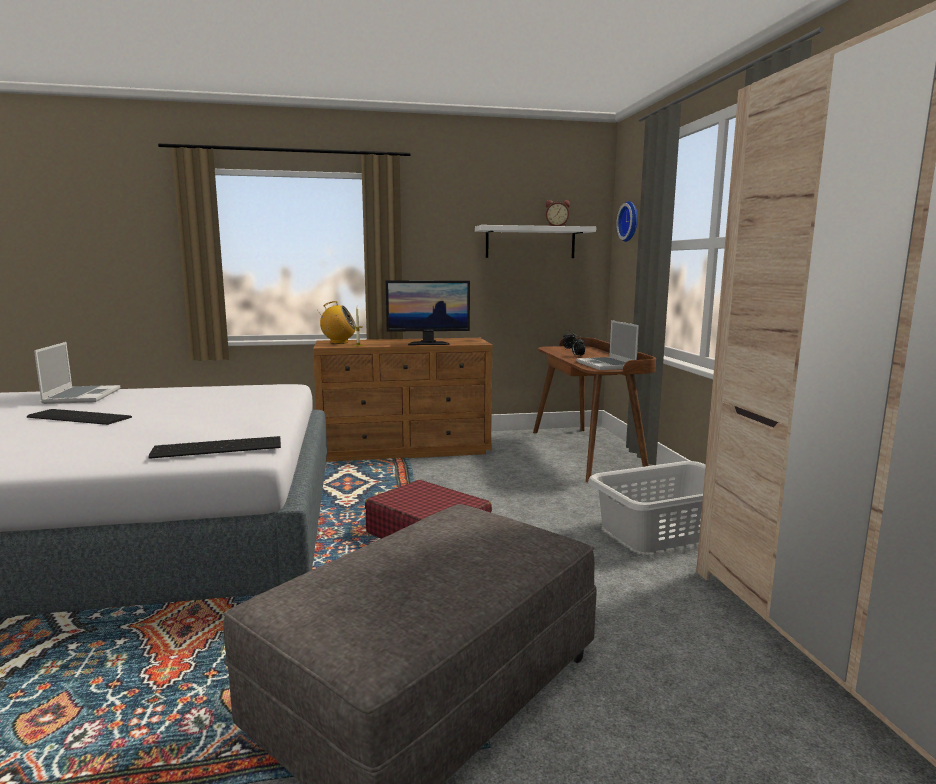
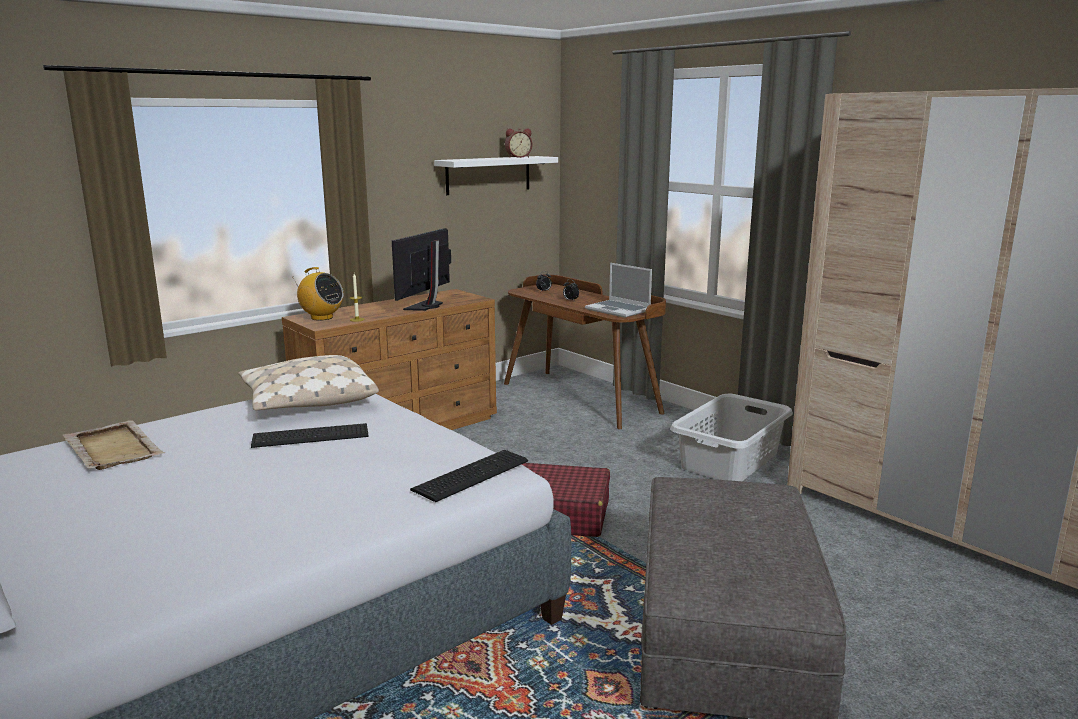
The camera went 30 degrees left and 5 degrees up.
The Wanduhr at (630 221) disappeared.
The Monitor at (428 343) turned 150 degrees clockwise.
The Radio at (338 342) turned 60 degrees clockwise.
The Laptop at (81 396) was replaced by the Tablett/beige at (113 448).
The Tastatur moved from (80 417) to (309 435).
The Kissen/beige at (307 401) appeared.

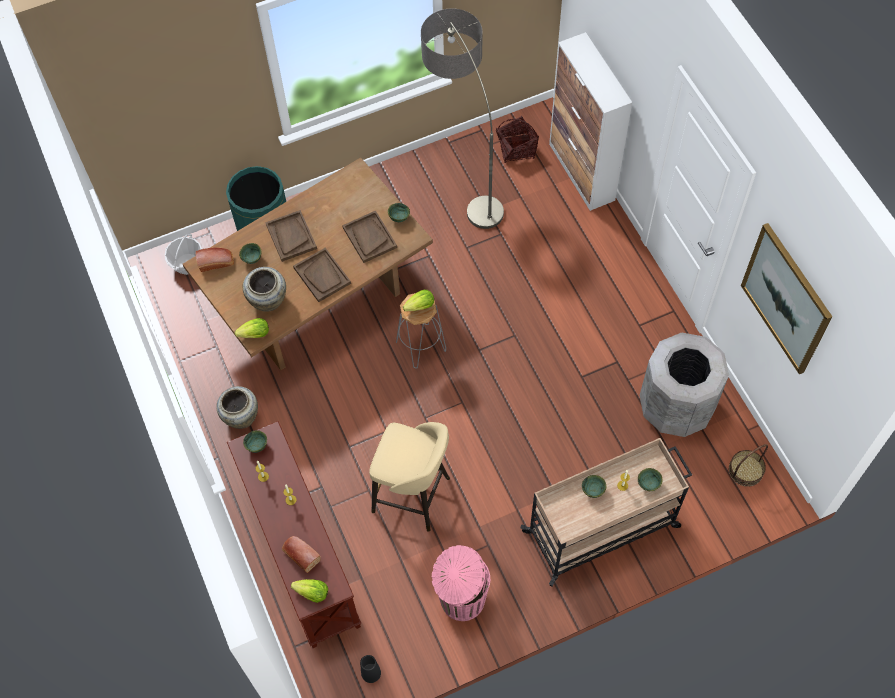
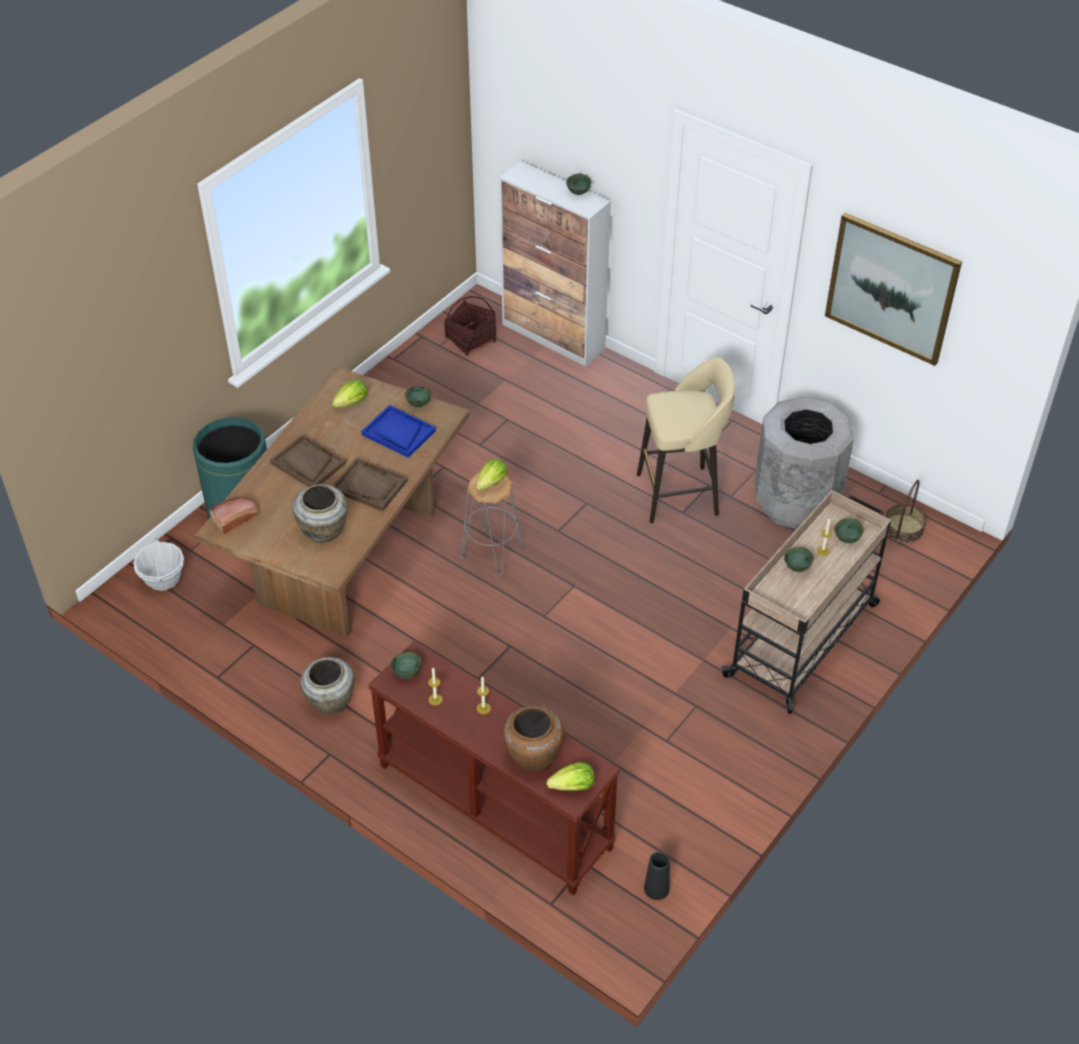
The camera went 30 degrees left and 15 degrees down.
The Stehlampe at (464 180) disappeared.
The Tablett/braun at (369 237) became the Tablett/blau at (398 433).
The Schüssel/grün moved from (252 259) to (579 193).
The Salatkopf moved from (255 334) to (351 403).
The Hocker/beige moved from (413 496) to (680 494).
The Brot at (300 555) was replaced by the Vase/braun at (533 756).
The Mülleimer/rosa at (461 599) disappeared.

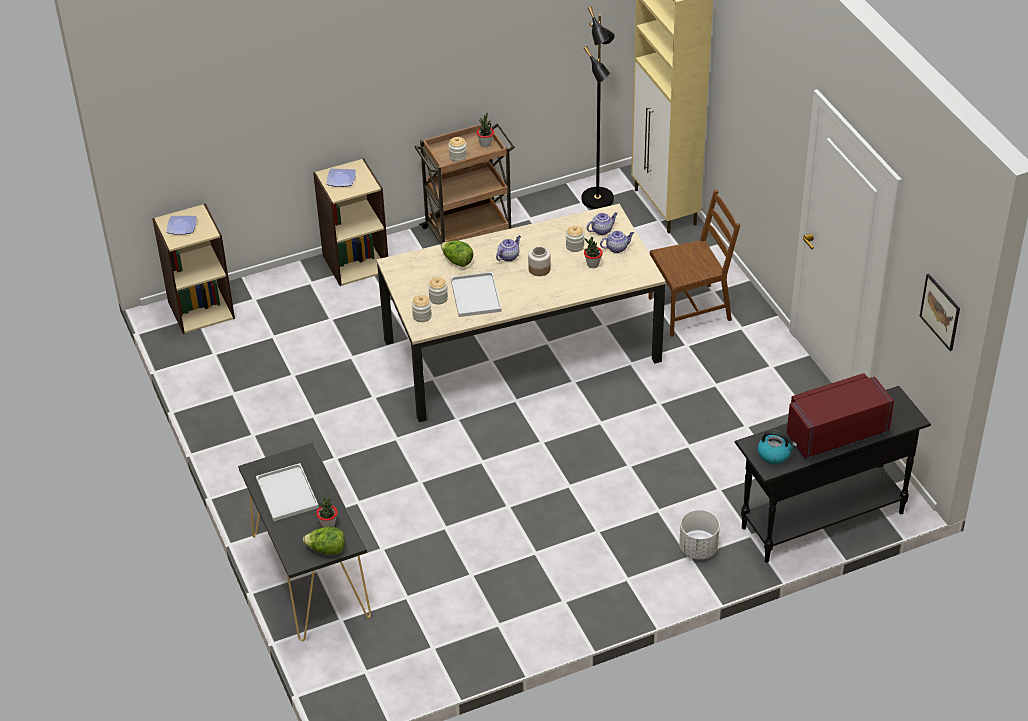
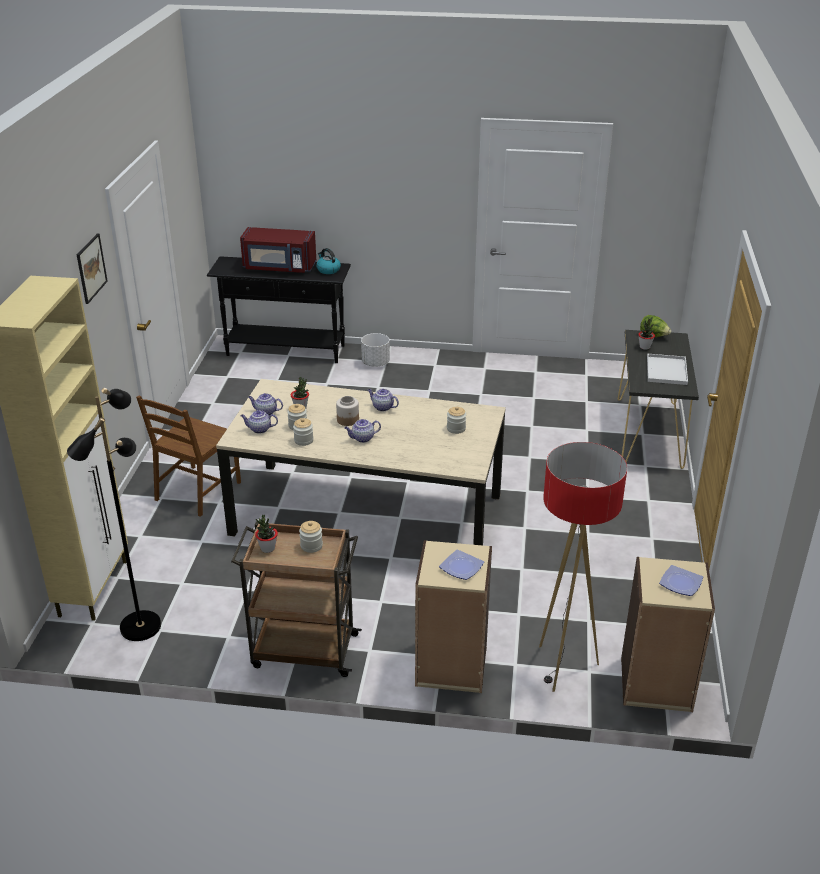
The camera went 150 degrees left and 10 degrees down.
The Stuhl/braun at (690 309) turned 75 degrees counterclockwise.
The Salatkopf at (457 261) disappeared.
The Tablett/weiß at (475 295) disappeared.
The Bild moved from (940 312) to (91 268).
The Vorratsglas moved from (422 316) to (303 440).
The Teekanne at (382 407) appeared.
The Stehlampe at (563 667) appeared.

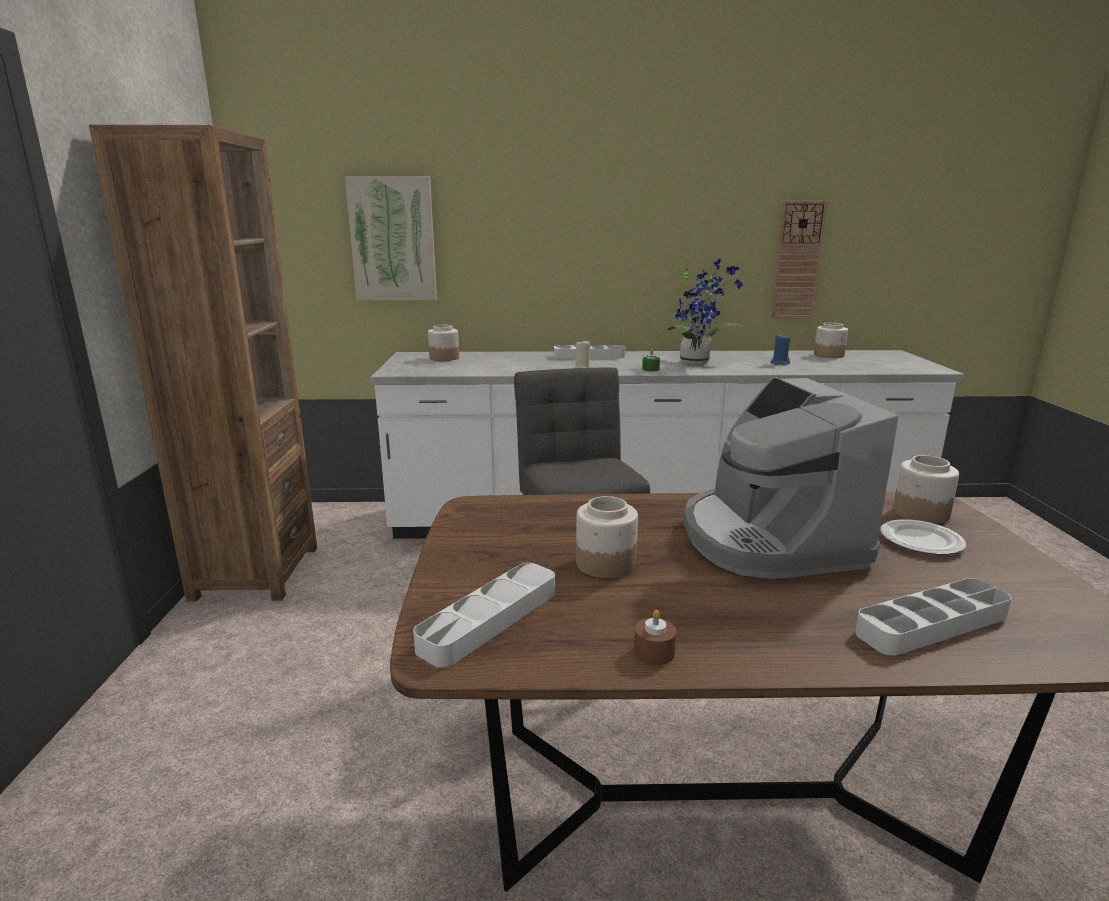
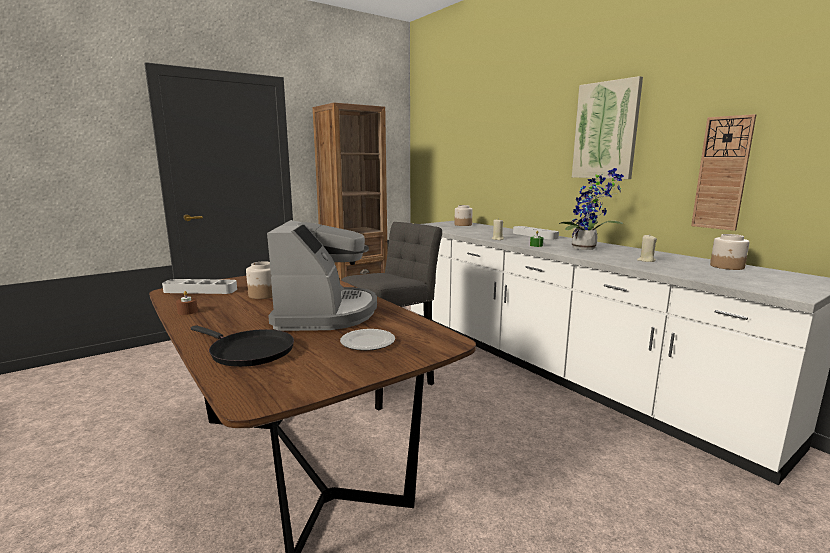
The camera went 55 degrees right and 5 degrees down.
The Bild moved from (393 239) to (606 131).
The Kerze/blau at (779 363) became the Kerze/beige at (646 260).
The Kaffeemaschine at (768 539) turned 135 degrees clockwise.
The Vorratsglas at (920 513) disappeared.
The Tablett/grau at (932 624) was replaced by the Pfanne/schwarz at (248 351).

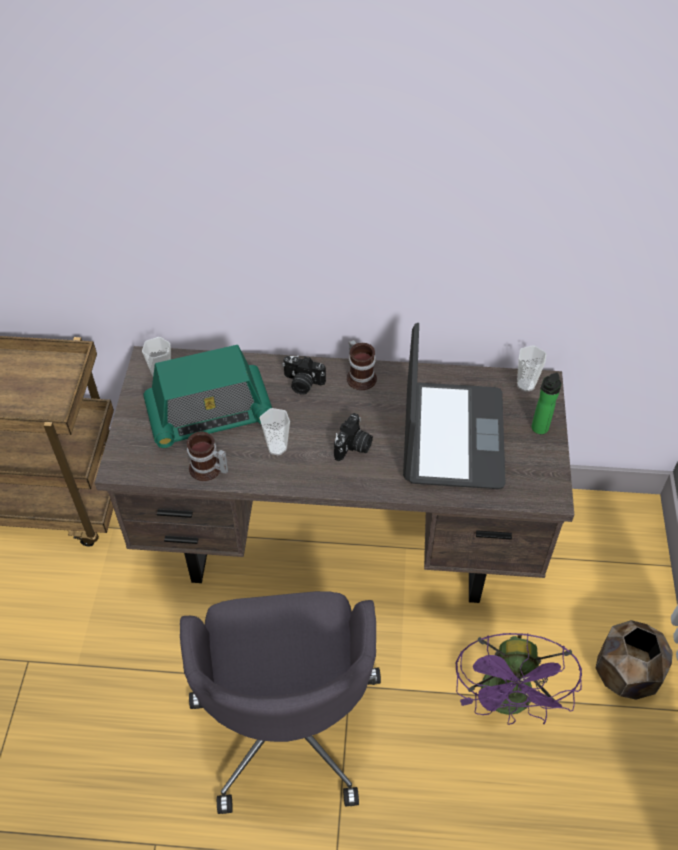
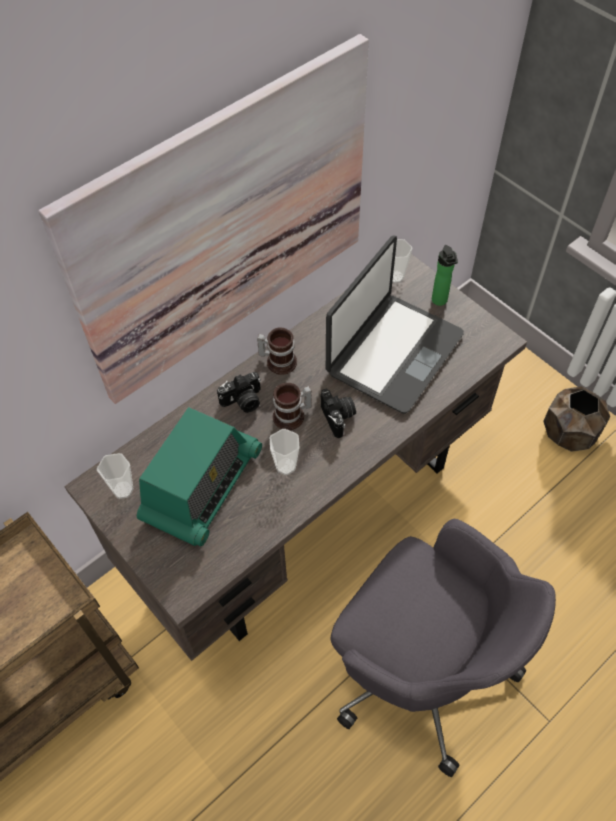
The camera went 45 degrees left and 5 degrees up.
The Laptop at (451 436) turned 75 degrees clockwise.
The Henkelbecher moved from (207 470) to (292 417).
The Ventilator/lila at (508 703) disappeared.
The Bild at (226 225) appeared.

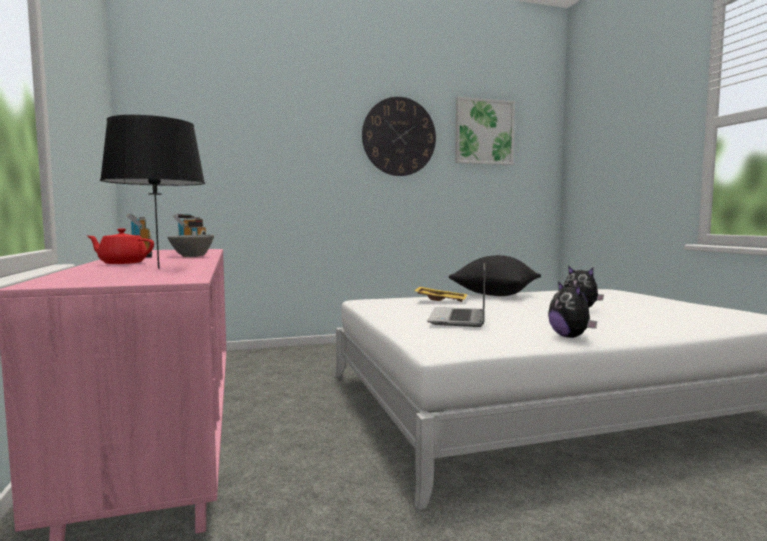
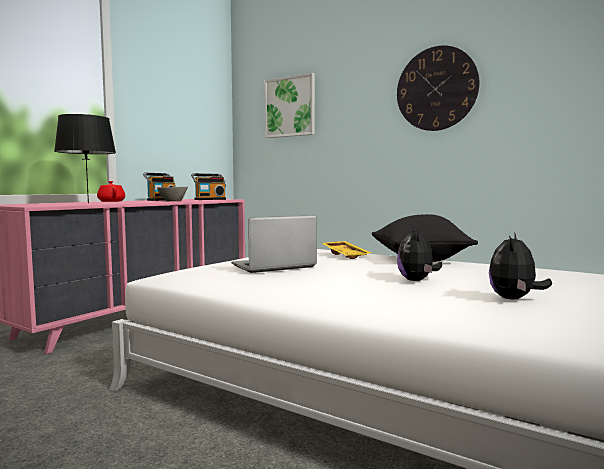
The camera went 50 degrees right and 0 degrees up.
The Bild moved from (484 132) to (290 107).
The Plüschtier moved from (570 337) to (514 299).

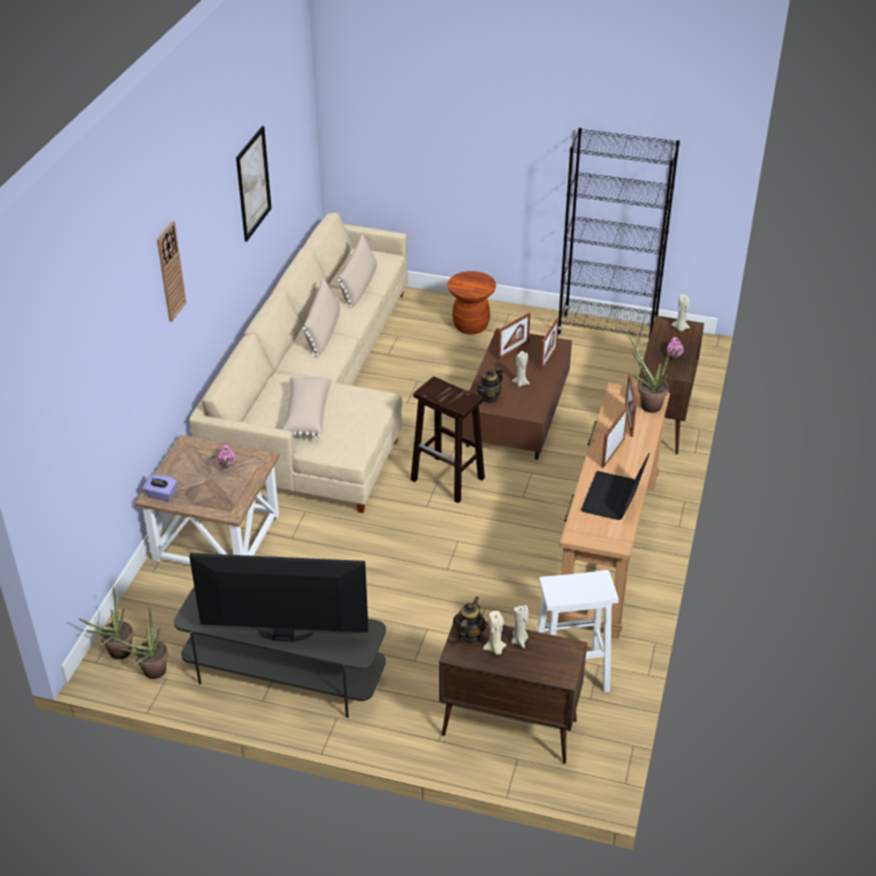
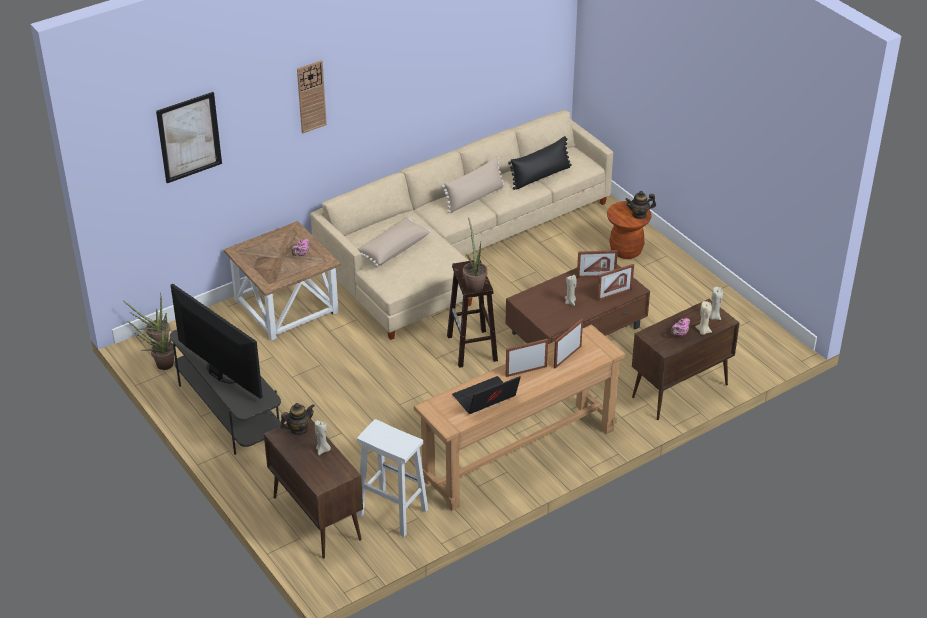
The camera went 40 degrees right and 0 degrees up.
The Bild moved from (253 183) to (189 137).
The Bücherregal/schwarz at (607 331) disappeared.
The Kissen/beige at (359 286) became the Kissen/schwarz at (541 176).
The Topfpflanze moved from (646 404) to (474 284).
The Teekanne moved from (489 397) to (639 215).
The Taschentuchbox/lila at (161 494) disappeared.
The Kerze/beige moved from (495 649) to (703 331).

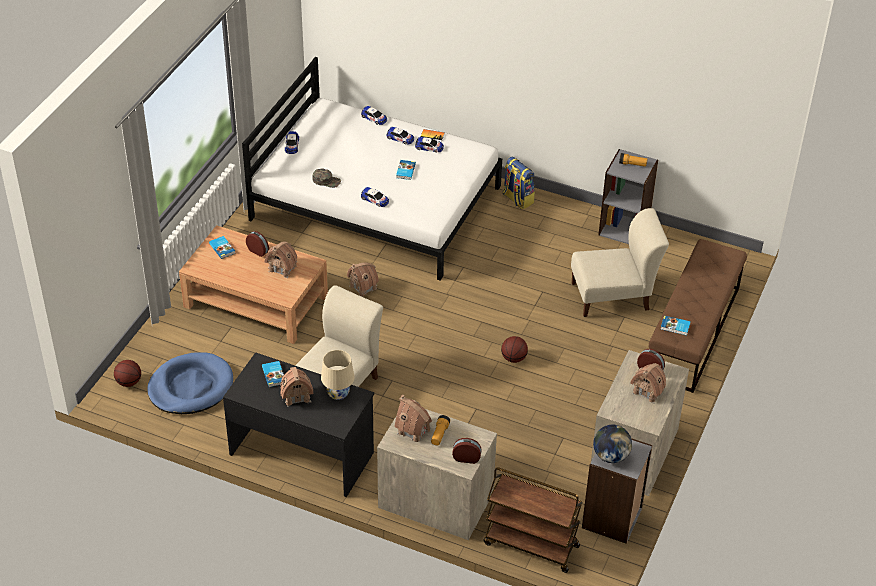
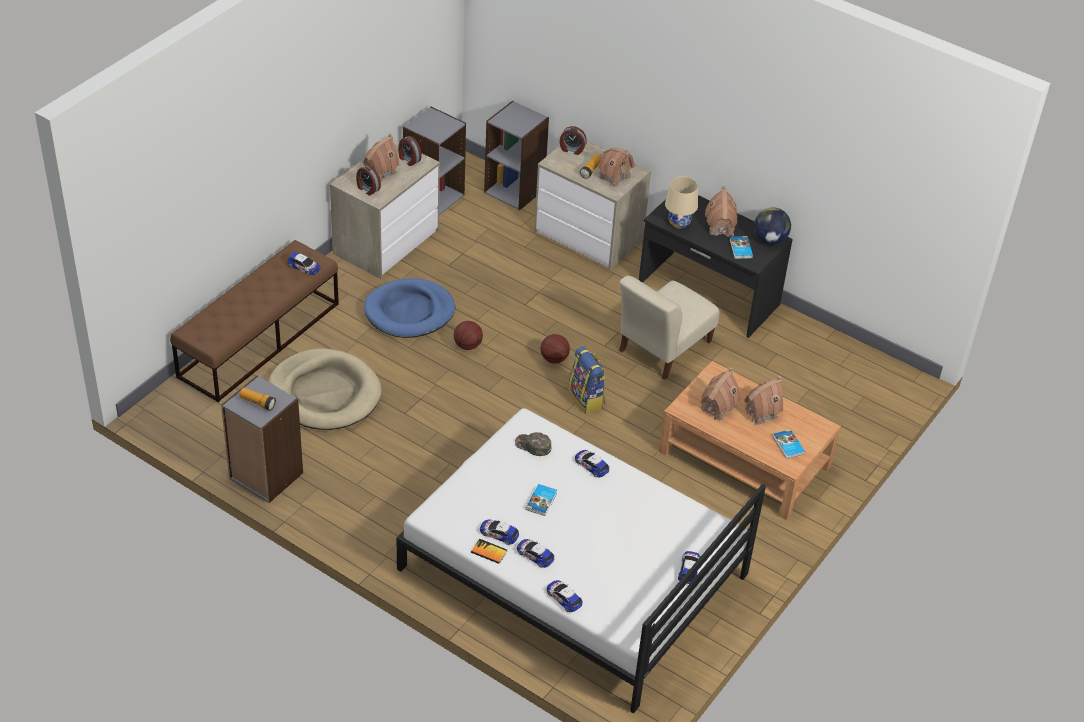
The camera went 170 degrees left and 0 degrees up.
The Rucksack moved from (517 199) to (587 399).
The Kappe/grün moved from (326 181) to (533 446).
The Stuhl/beige at (613 296) was replaced by the Hundebett/beige at (325 394).
The Wecker moved from (258 251) to (409 160).
The Spielzeughaus moved from (363 287) to (761 413).
The Buch at (675 327) was replaced by the Spielzeugauto at (304 267).
The Hundebett/blau moved from (191 387) to (409 312).
The Basketball moved from (129 382) to (554 359).
The Globus moved from (610 456) to (770 240).
The Rollwagen/braun at (530 545) was replaced by the Bücherregal/grau at (515 190).

